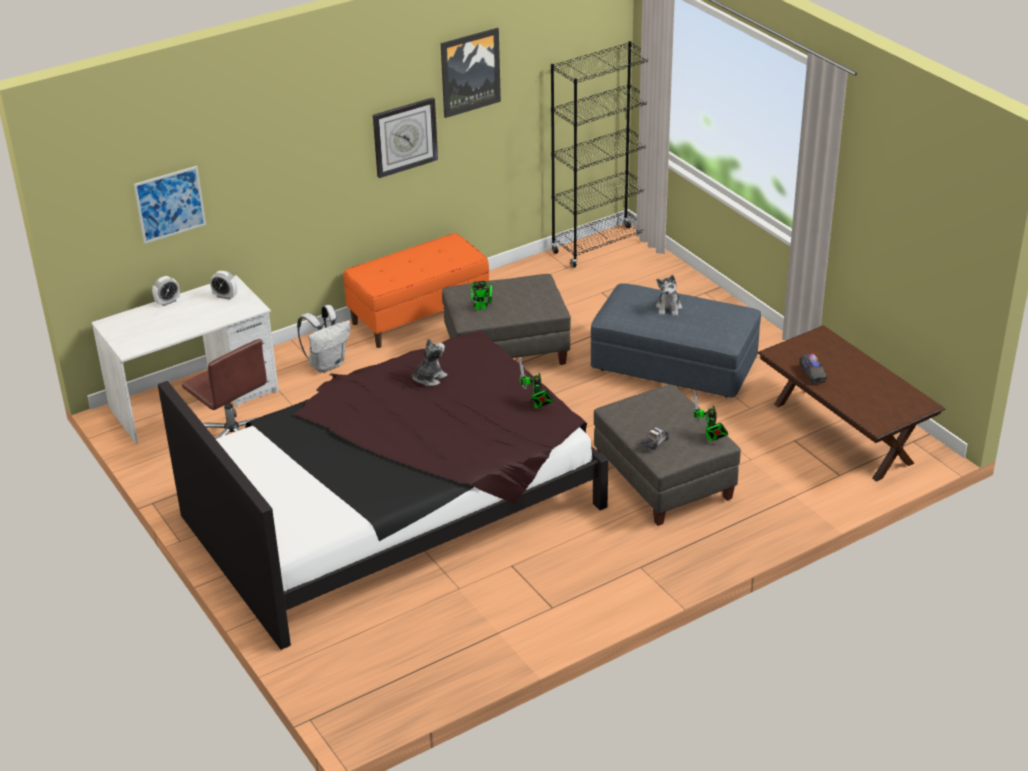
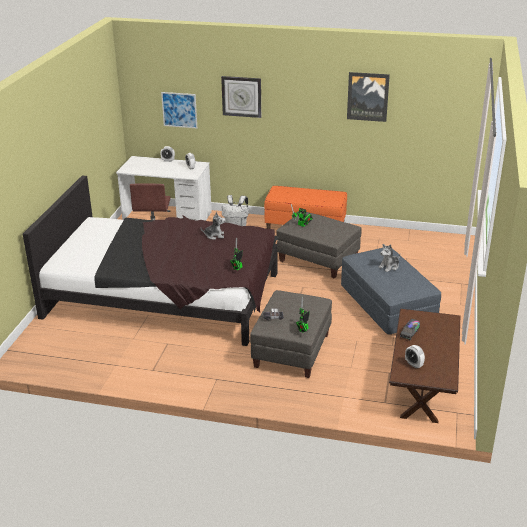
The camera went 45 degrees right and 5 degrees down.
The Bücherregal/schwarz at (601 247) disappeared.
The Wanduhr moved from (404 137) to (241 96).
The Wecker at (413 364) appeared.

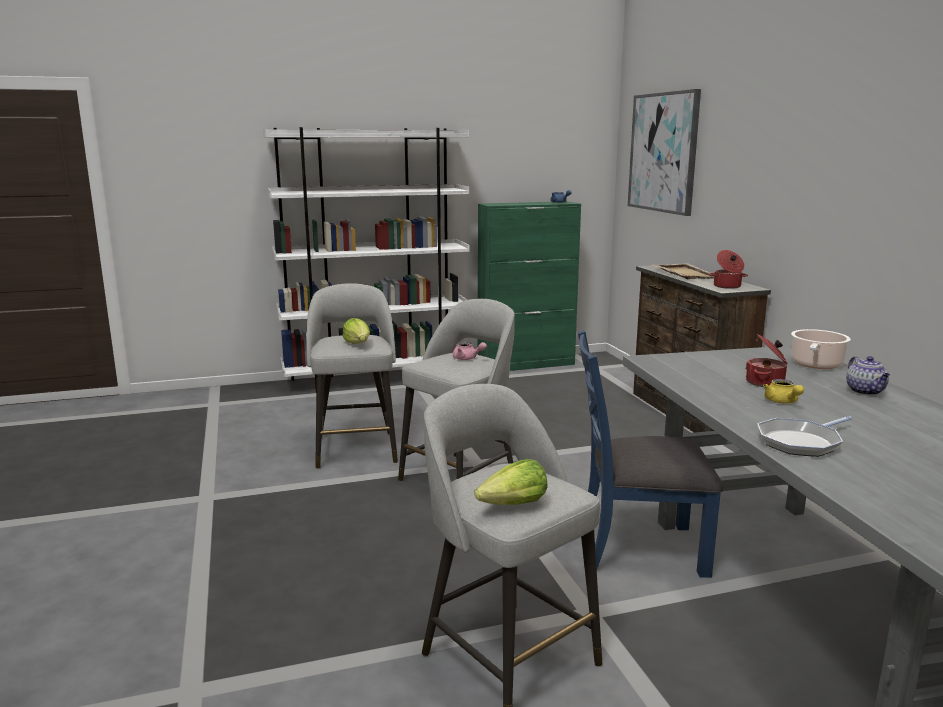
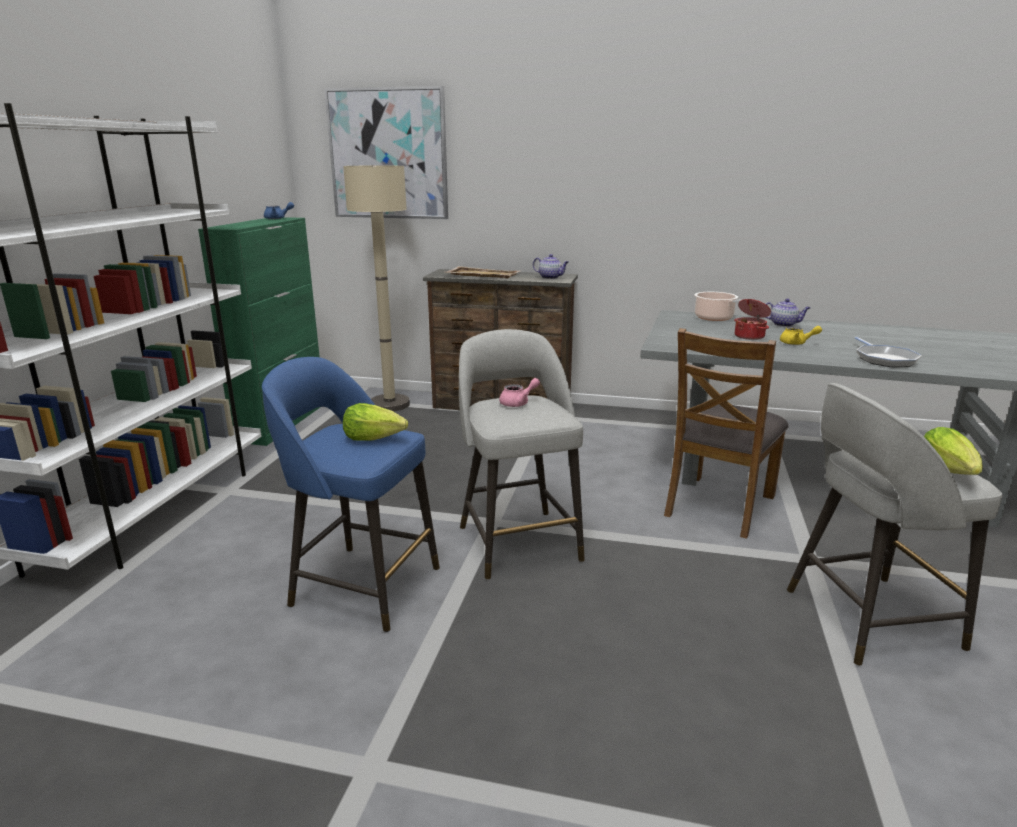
The camera went 60 degrees left and 5 degrees up.
The Kochtopf at (727 286) was replaced by the Teekanne at (550 277).
The Hocker/grau at (356 448) became the Hocker/blau at (362 585).
The Stuhl/blau at (638 548) became the Stuhl/braun at (718 505).
The Stehlampe/beige at (390 404) appeared.

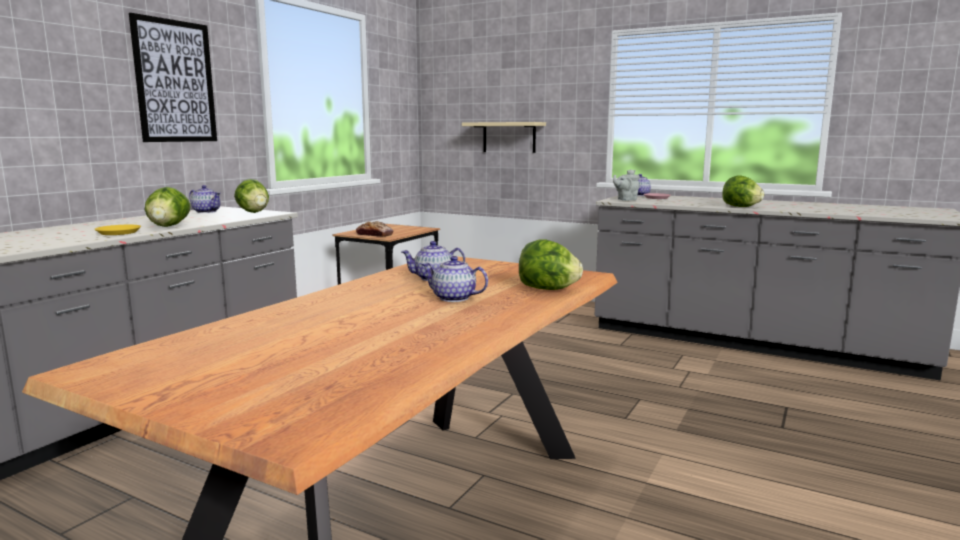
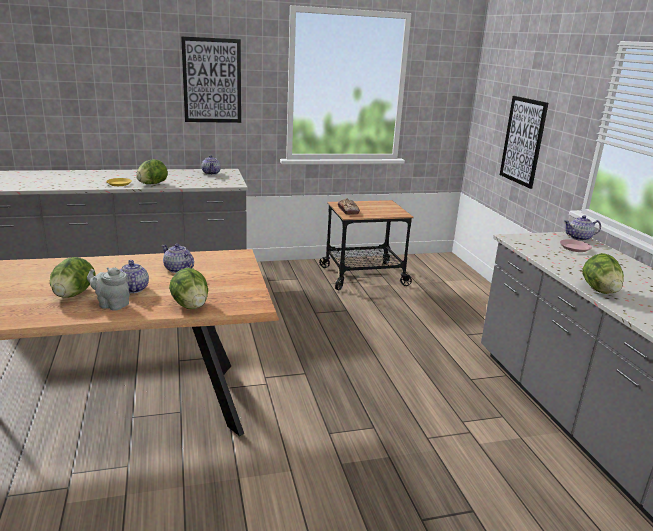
The camera went 45 degrees right and 10 degrees up.
The Wandregal/beige at (509 137) was replaced by the Bild at (523 141).
The Teekanne/grau moved from (625 199) to (111 305).
The Salatkopf moved from (254 212) to (73 294).

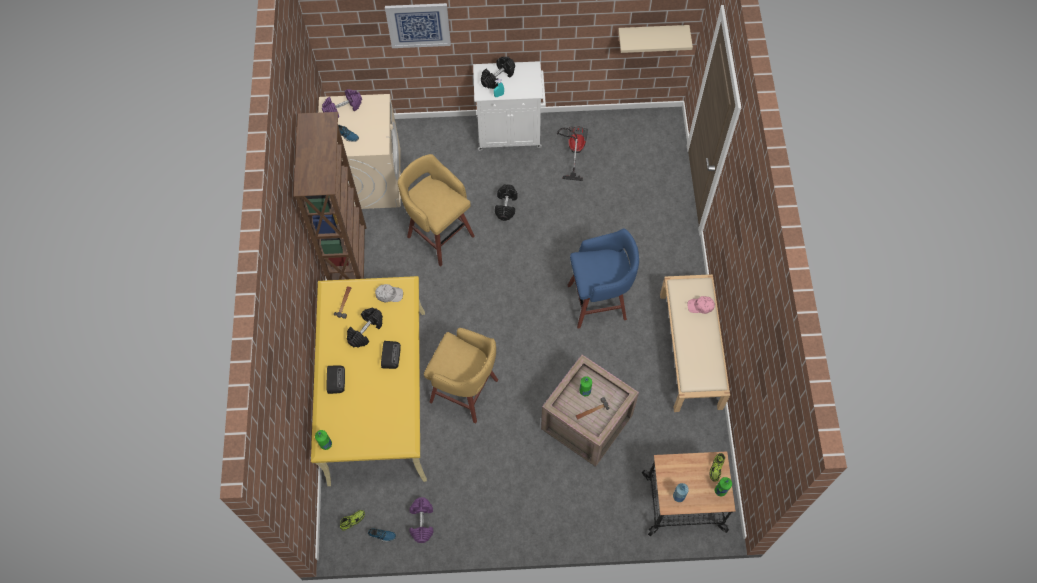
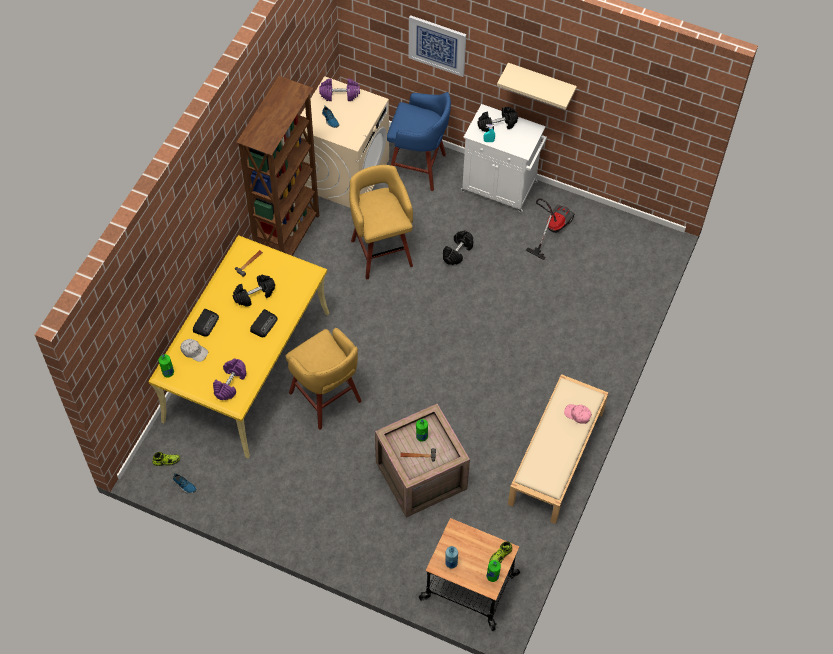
The camera went 25 degrees right and 5 degrees down.
The Wandregal/beige moved from (652 34) to (541 82).
The Hocker/blau moved from (599 302) to (418 168).
The Kappe/weiß moved from (389 294) to (194 351).
The Hantel/lila moved from (421 522) to (230 383).

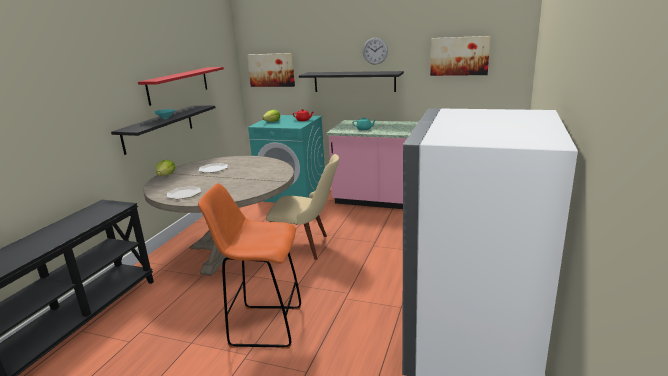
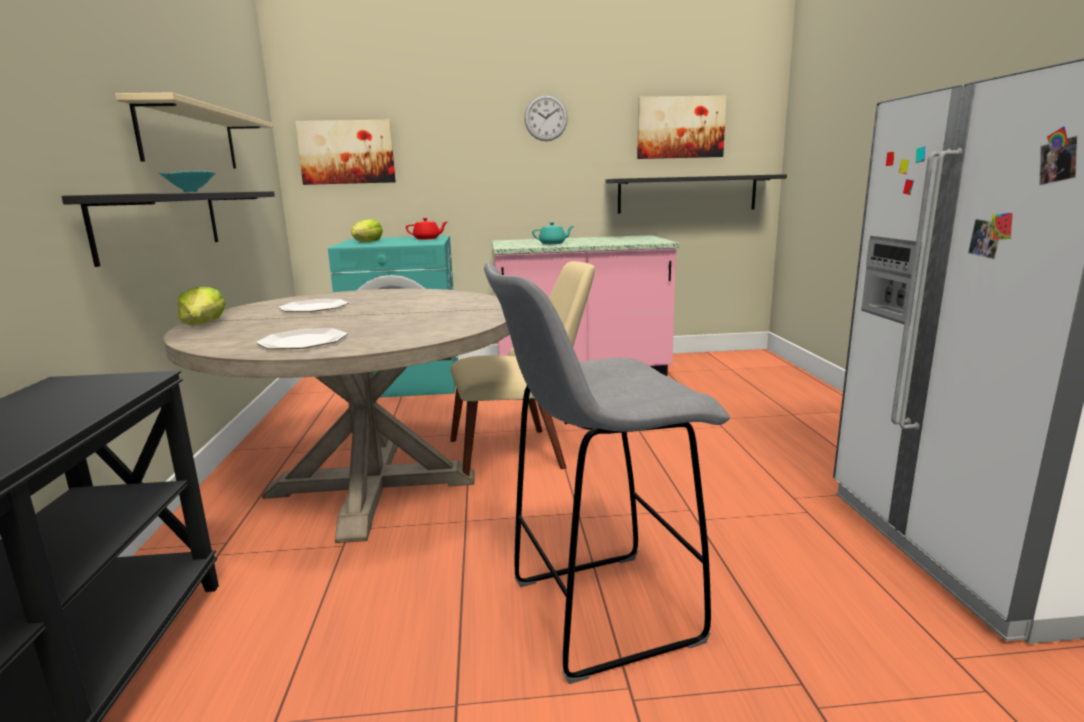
The camera went 25 degrees left and 5 degrees down.
The Wandregal/rot at (178 85) became the Wandregal/beige at (190 138).
The Wandregal/schwarz moved from (354 81) to (687 194).
The Hocker/orange at (264 326) became the Hocker/grau at (598 612).

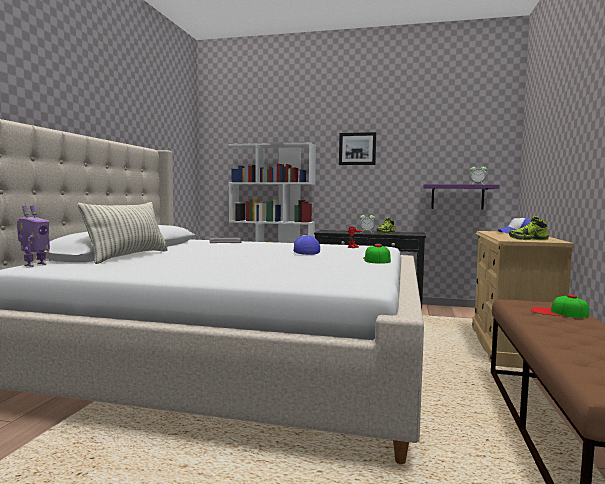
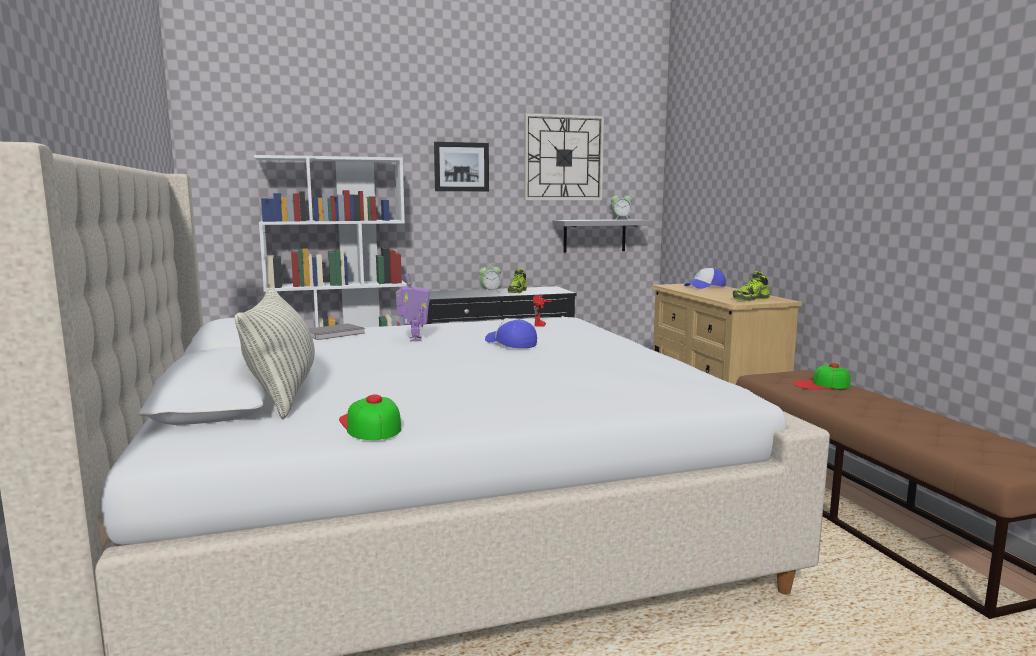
The camera went 30 degrees left and 5 degrees up.
The Wandregal/lila at (457 197) became the Wandregal/grau at (594 235).
The Spielzeugroboter moved from (34 265) to (414 339).
The Kappe moved from (376 260) to (370 424).
The Wanduhr at (563 158) appeared.

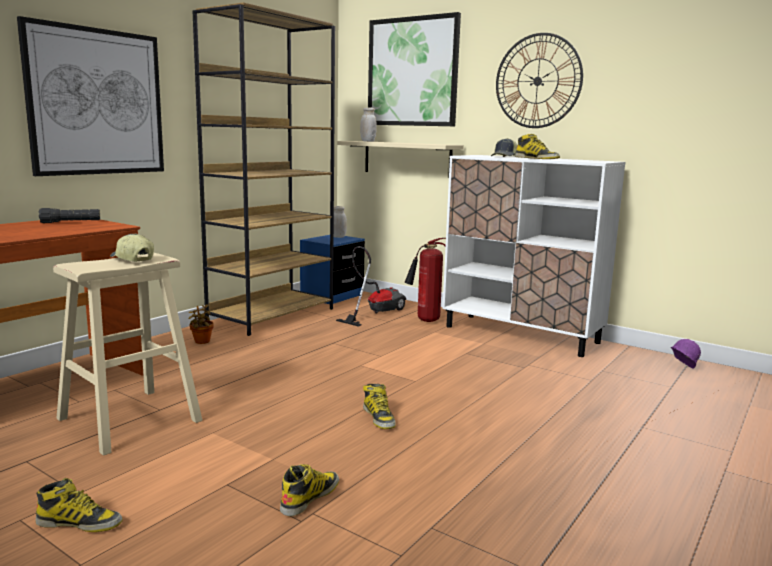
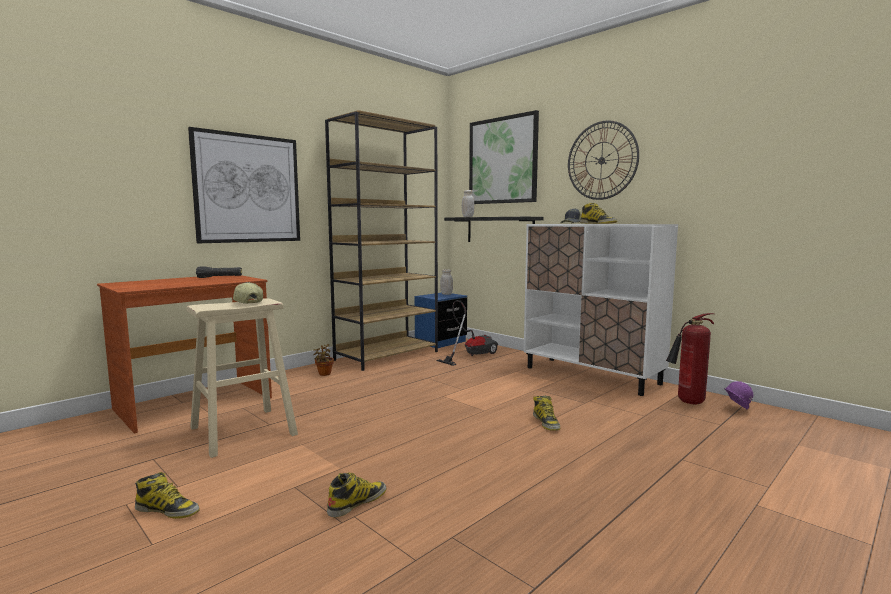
The camera went 10 degrees right and 5 degrees down.
The Wandregal/beige at (407 159) became the Wandregal/schwarz at (499 230).
The Feuerlöscher moved from (425 321) to (688 403).
The Stiefel moved from (379 418) to (546 422).

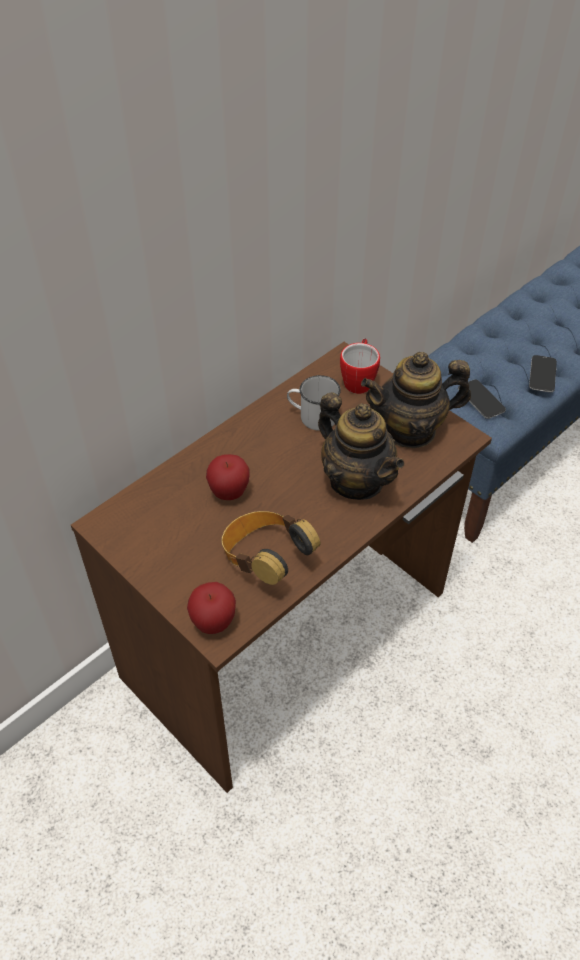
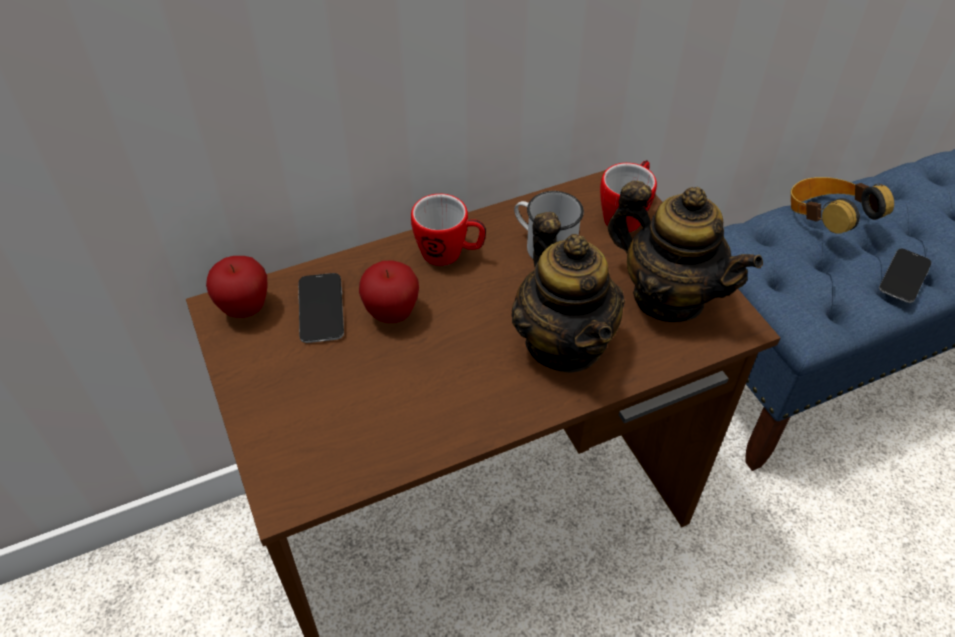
The camera went 20 degrees right and 0 degrees up.
The Teekanne at (410 430) turned 150 degrees counterclockwise.
The Handy moved from (481 400) to (321 309).
The Kopfhörer moved from (265 559) to (825 221).
The Apfel moved from (213 623) to (245 308).
The Henkelbecher at (450 254) appeared.

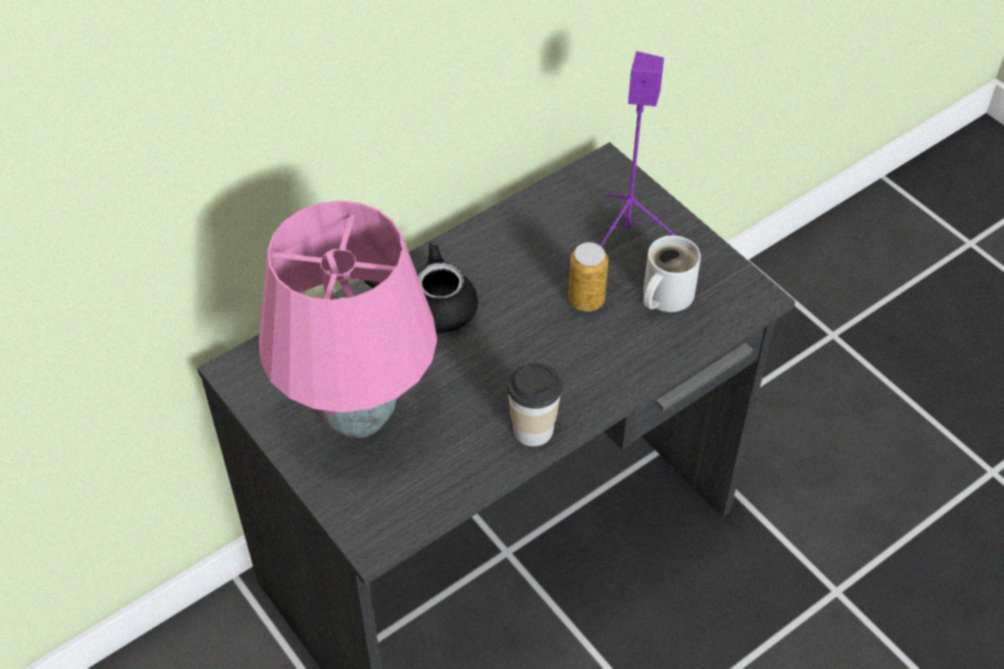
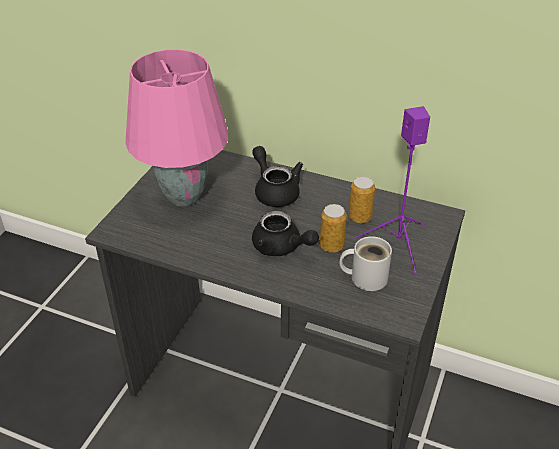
The camera went 60 degrees right and 10 degrees down.
The Tasse at (533 430) disappeared.
The Dose at (360 217) appeared.
The Teekanne/schwarz at (281 247) appeared.

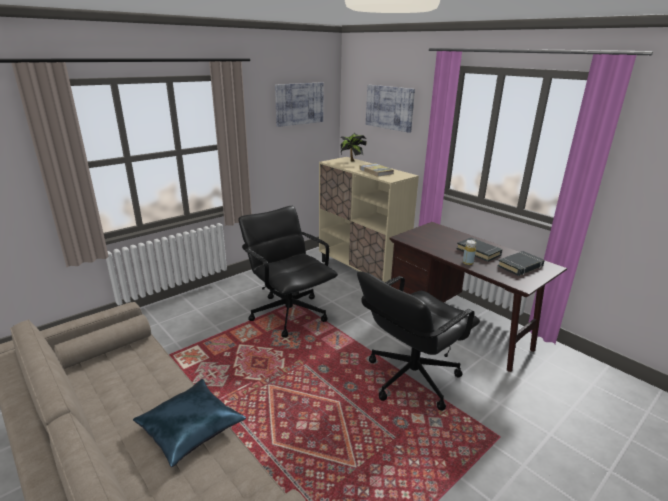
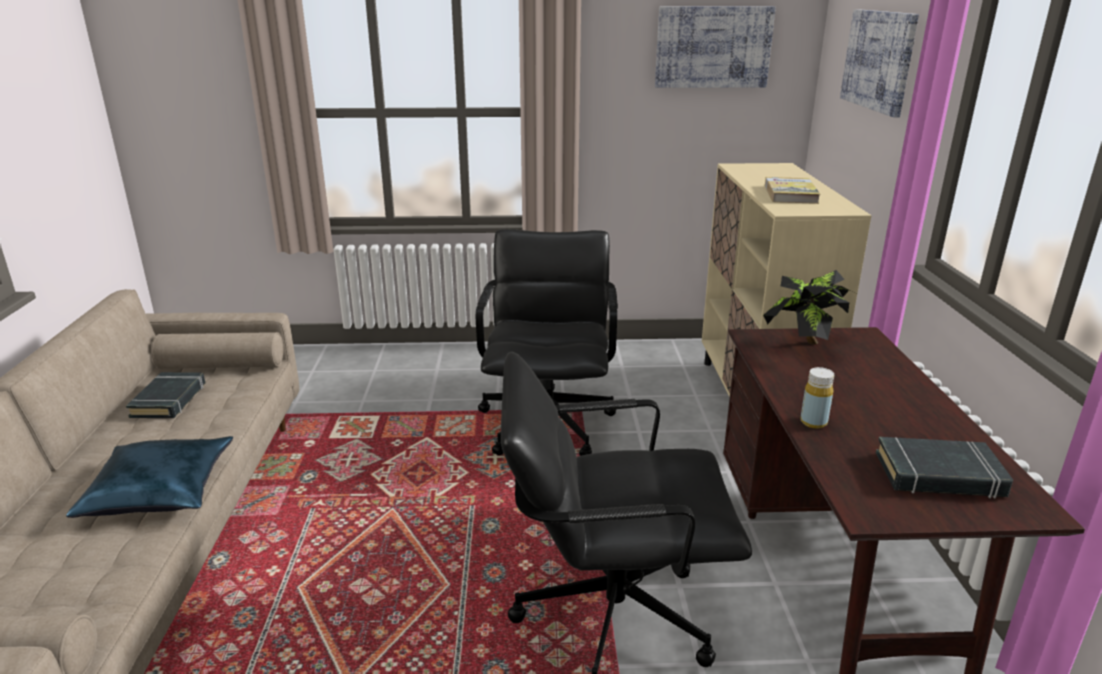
The camera went 40 degrees right and 0 degrees up.
The Topfpflanze moved from (351 162) to (805 345).
The Buch/schwarz moved from (478 252) to (169 400).

